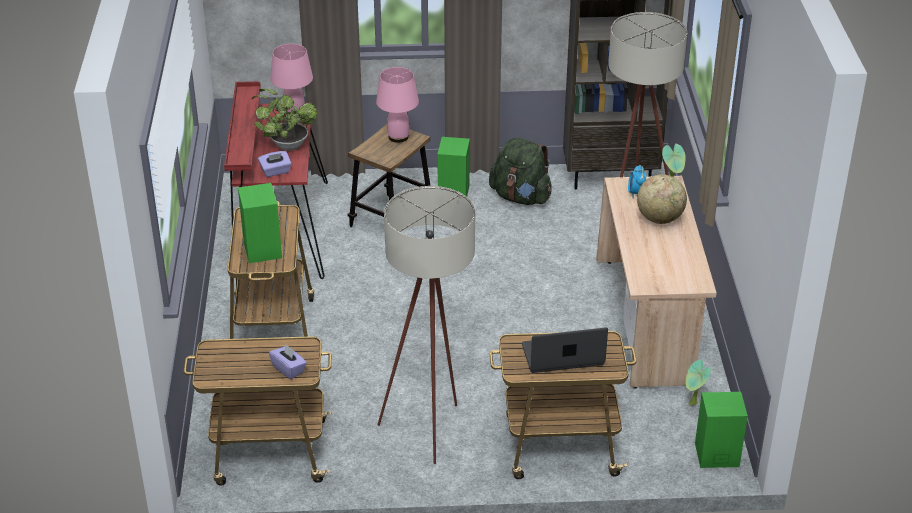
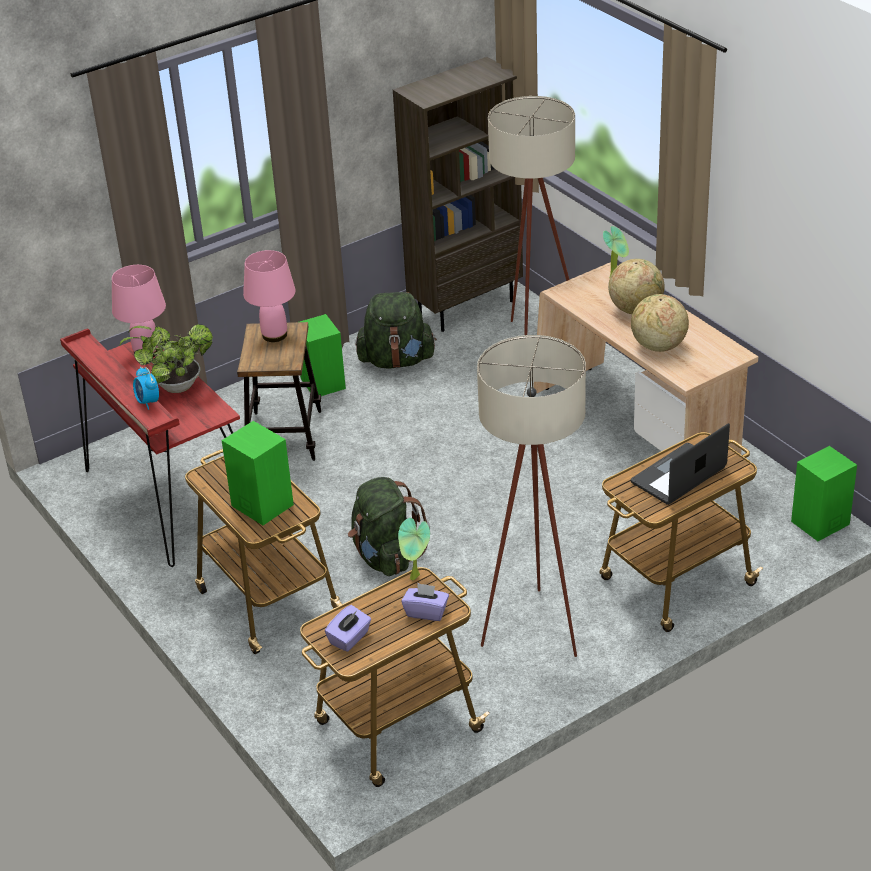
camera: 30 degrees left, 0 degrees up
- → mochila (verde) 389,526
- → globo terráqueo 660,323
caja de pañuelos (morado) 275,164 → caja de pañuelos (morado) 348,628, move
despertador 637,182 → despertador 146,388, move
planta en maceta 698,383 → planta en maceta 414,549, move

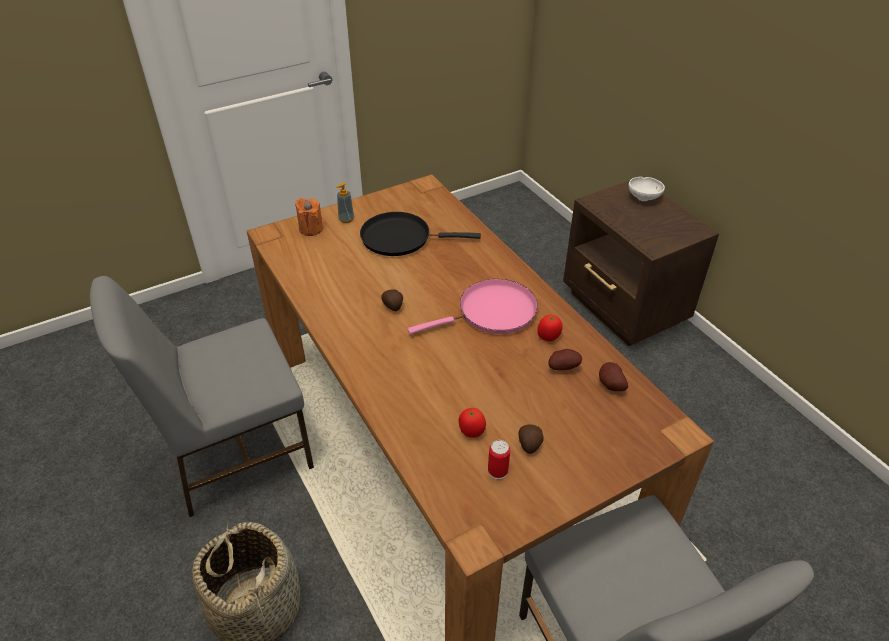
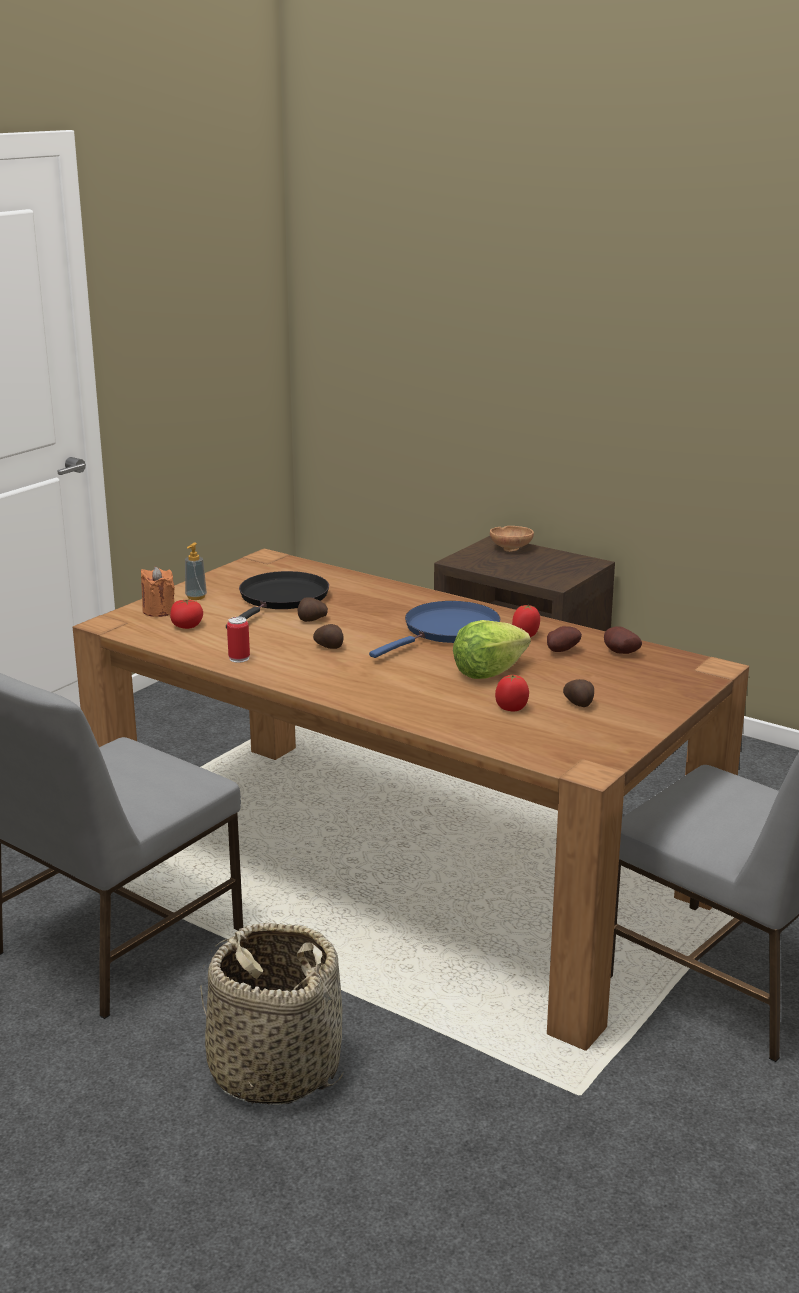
camera: 25 degrees left, 20 degrees down
- → tomate 186,614
- → patata 313,609
- → lechuga 492,649
lata 499,459 → lata 238,640, move
sartén (rosa) 472,306 → sartén (azul) 434,629
cuenco (blanco) 646,189 → cuenco (marrón) 512,539
sartén (negro) 420,234 → sartén (negro) 277,600, 135 degrees clockwise

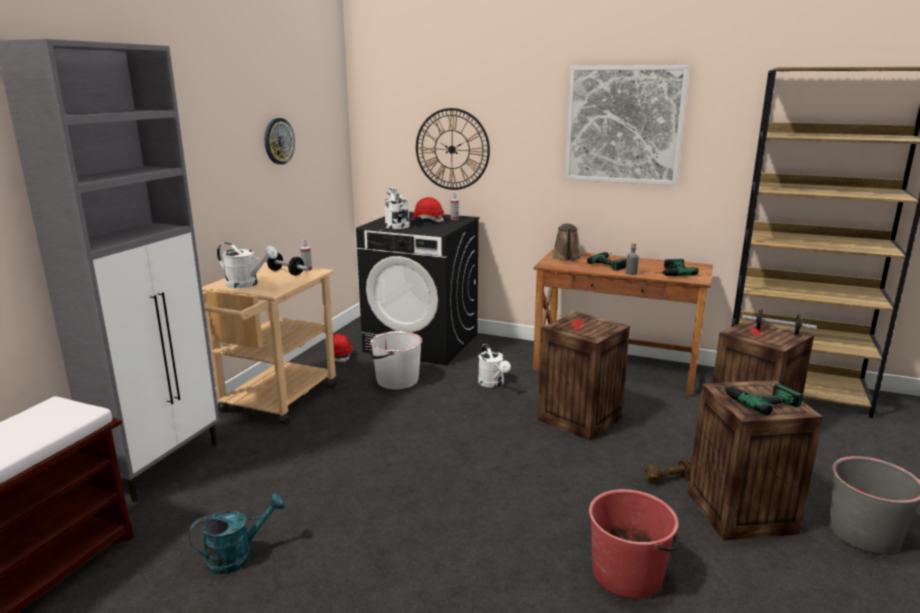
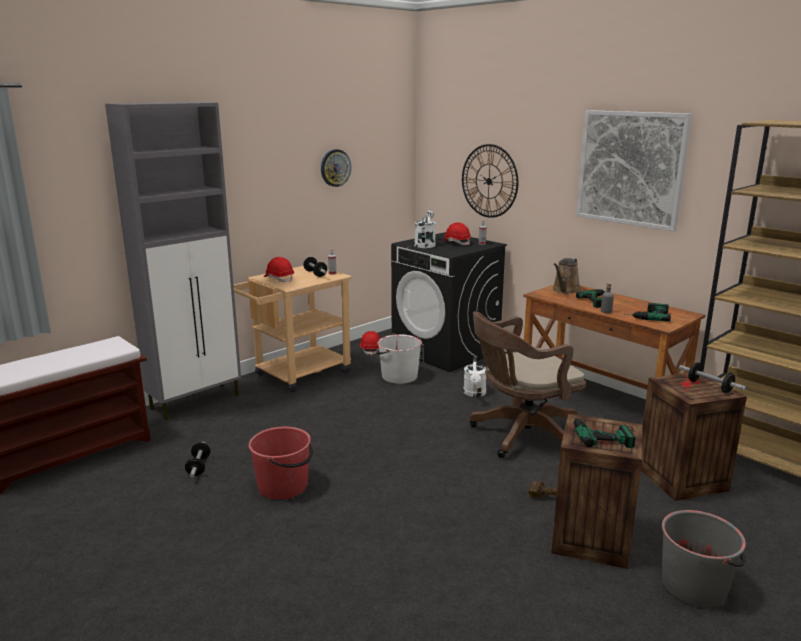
camera: 25 degrees right, 0 degrees up
cubo (rojo) 634,544 → cubo (rojo) 281,463, move
regadera (turquesa) 236,534 → mancuerna 197,460
regadera (blanco) 247,265 → casco (rojo) 279,270
caja de embalaje 584,376 → silla de oficina (marrón) 528,385

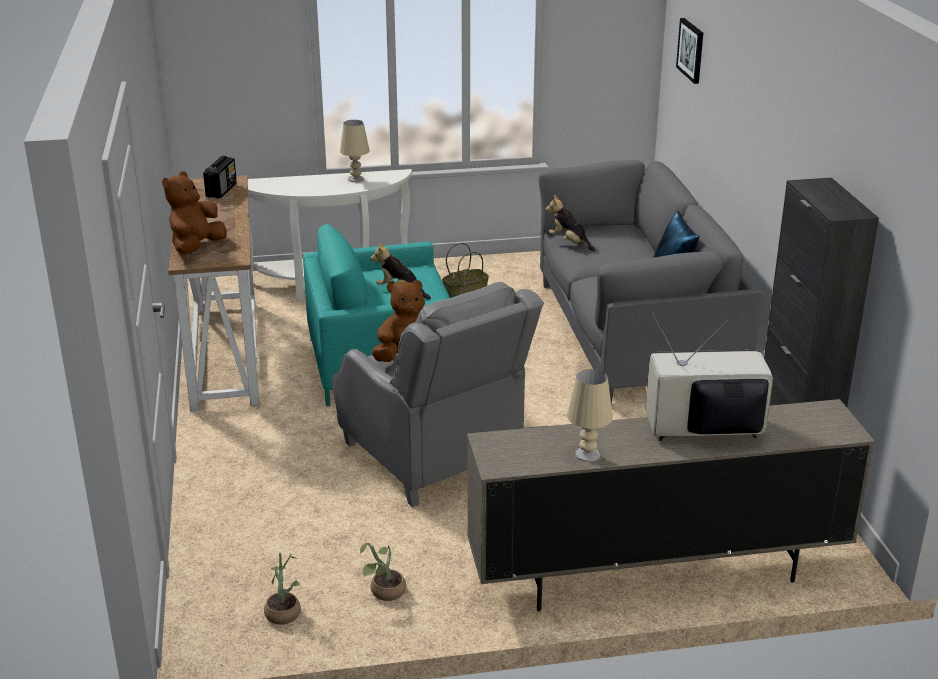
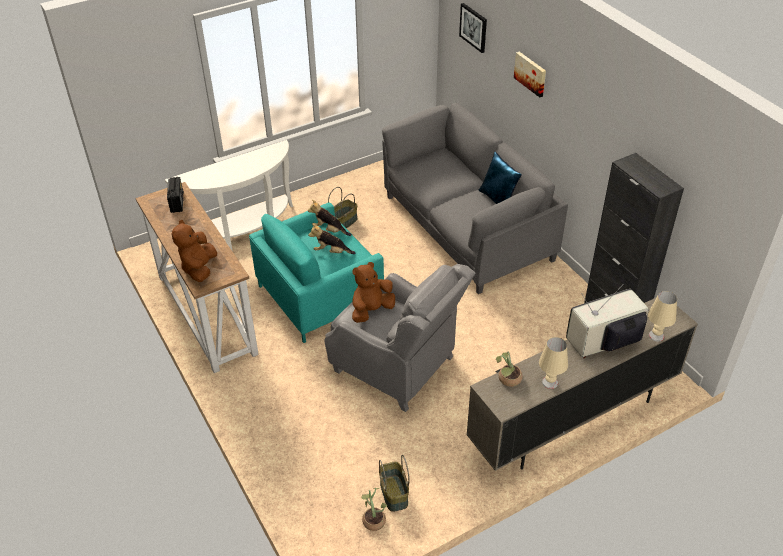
camera: 20 degrees left, 15 degrees up
- → cesta 394,483
- → cuadro 530,74
lámpara de mesa (beis) 355,151 → lámpara de mesa (beis) 662,316, move
planta en maceta 383,572 → planta en maceta 509,369, move
peluche 571,223 → peluche 329,218, move

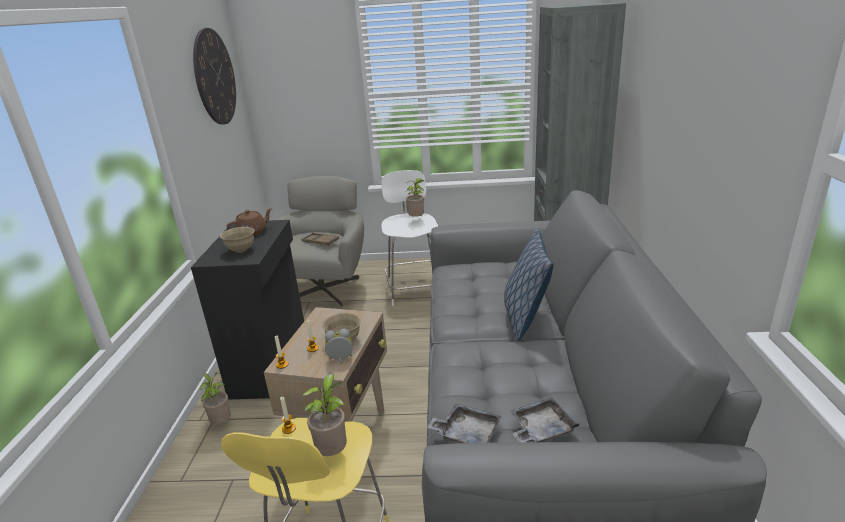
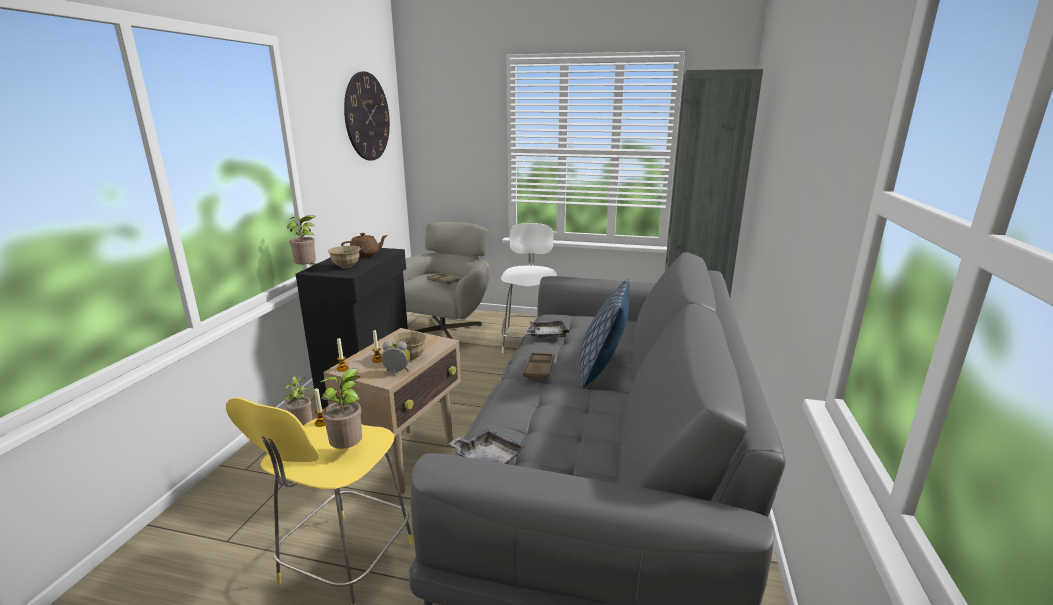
camera: 10 degrees right, 5 degrees down
- → bandeja (marrón) 538,366
planta en maceta 414,197 → planta en maceta 303,240, move
bandeja (gris) 544,420 → bandeja (gris) 546,329, move

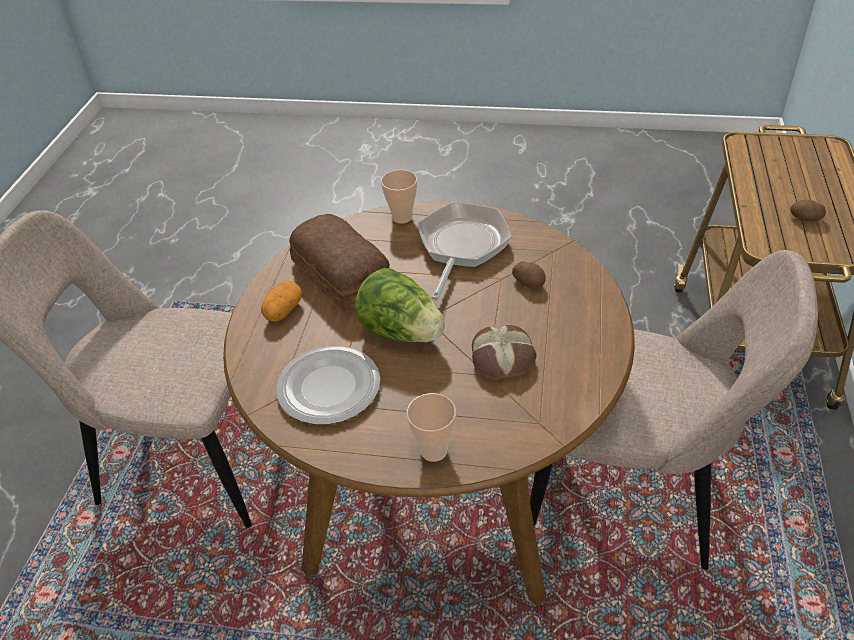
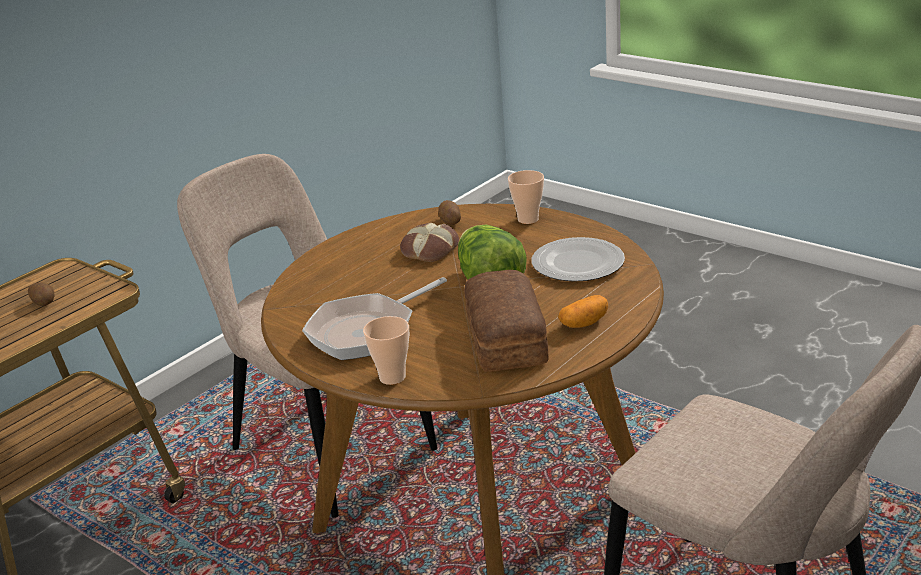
camera: 150 degrees left, 15 degrees down
patata 529,275 → patata 449,212, move

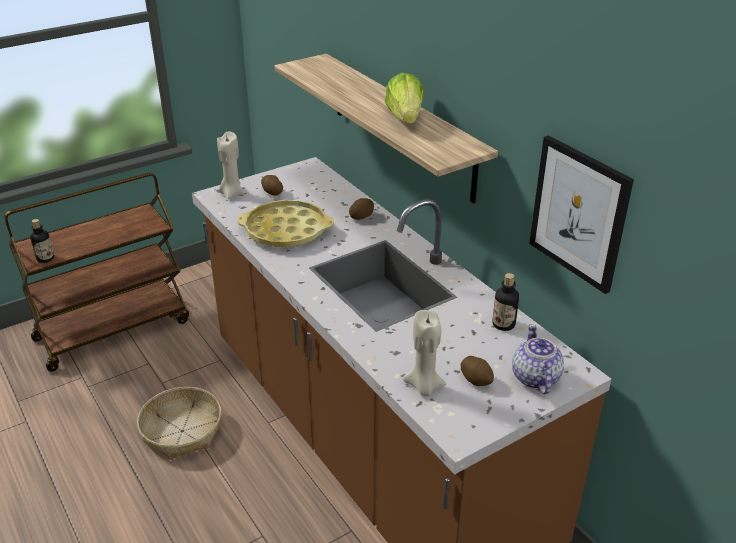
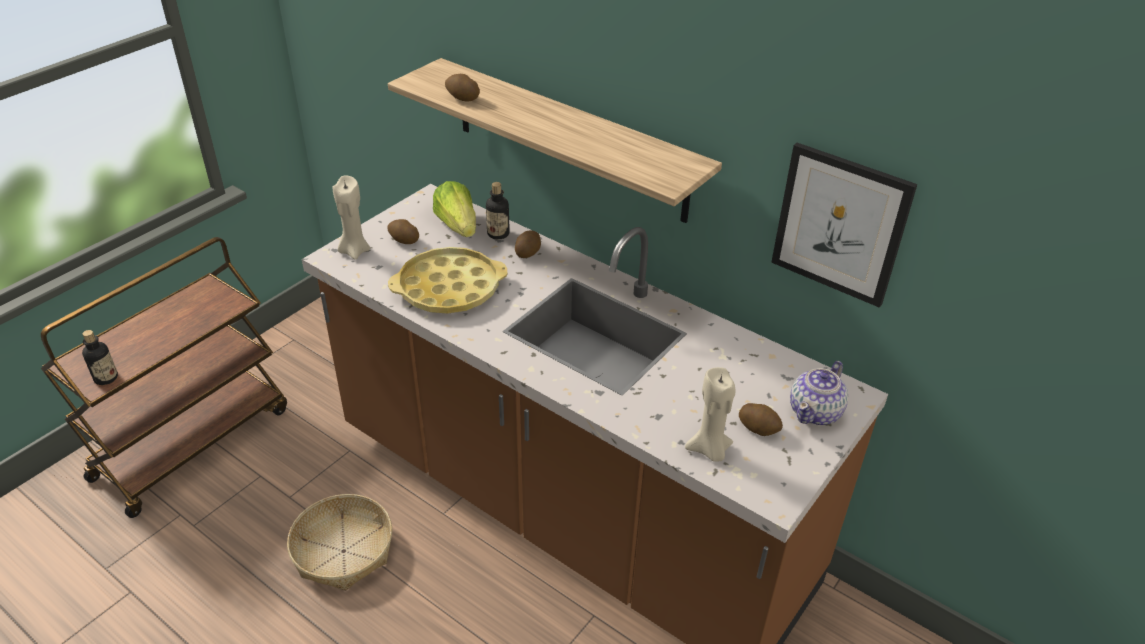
camera: 20 degrees left, 5 degrees up
- → patata 462,88
lechuga 404,98 → lechuga 454,209, move
botella 505,302 → botella 498,210, move
tetera 538,359 → tetera 819,393, 120 degrees counterclockwise

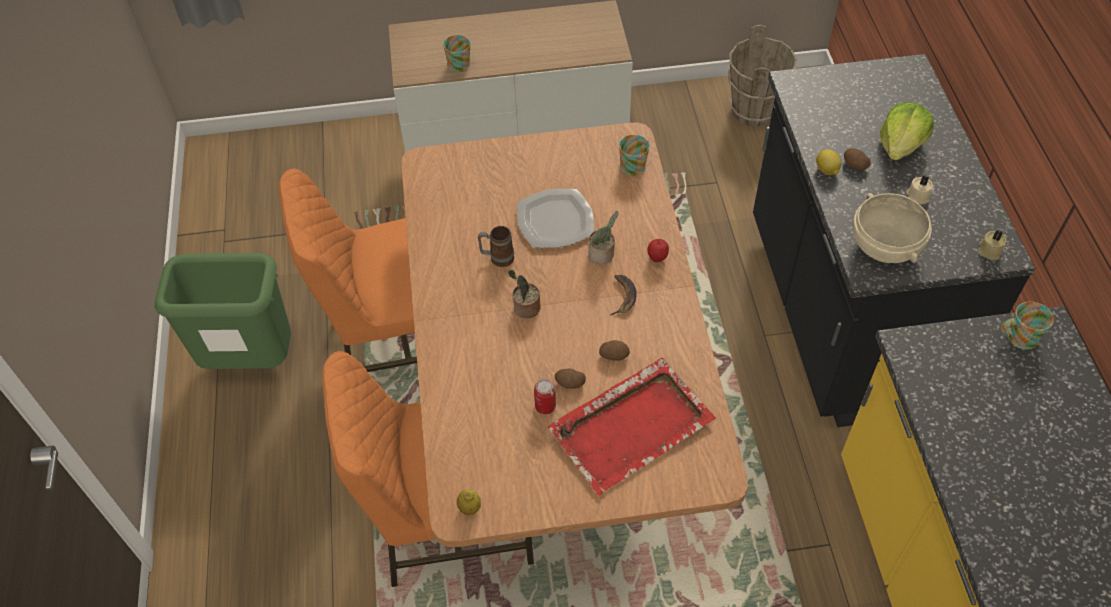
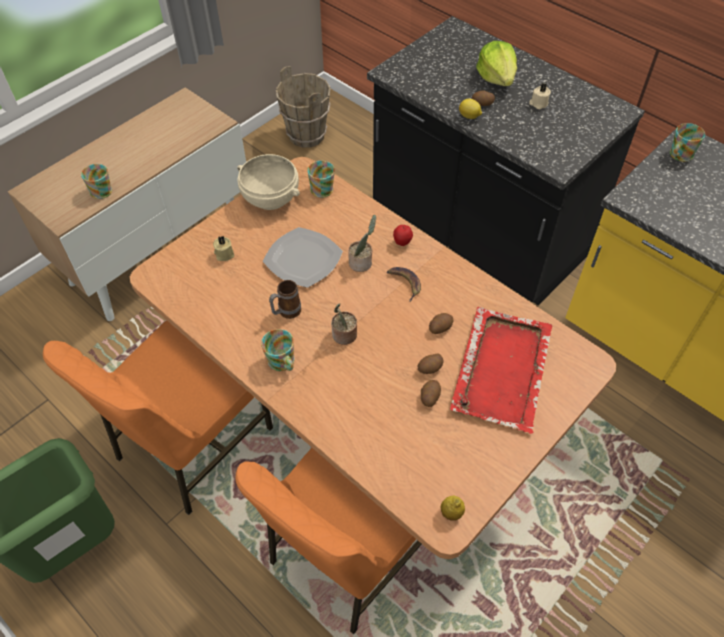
camera: 40 degrees left, 0 degrees up
- → taza grande 278,350
cuenco (beis) 892,228 → cuenco (beis) 268,182, move
vela (beis) 992,244 → vela (beis) 223,248, move
lata 545,396 → patata 431,393

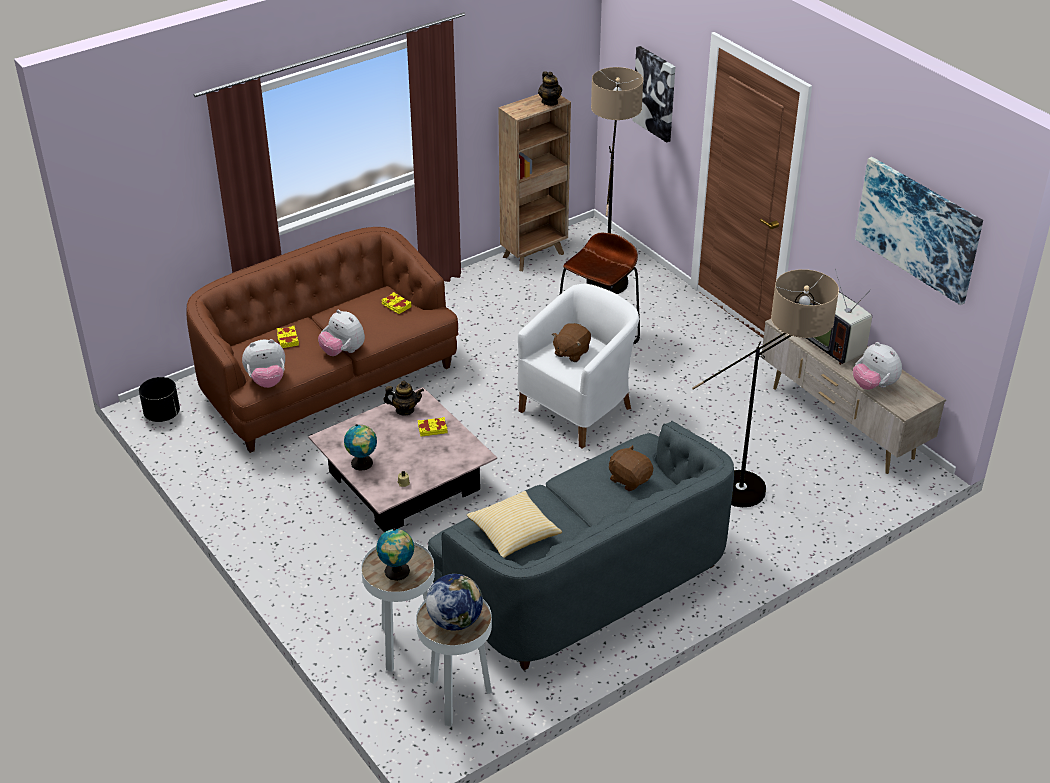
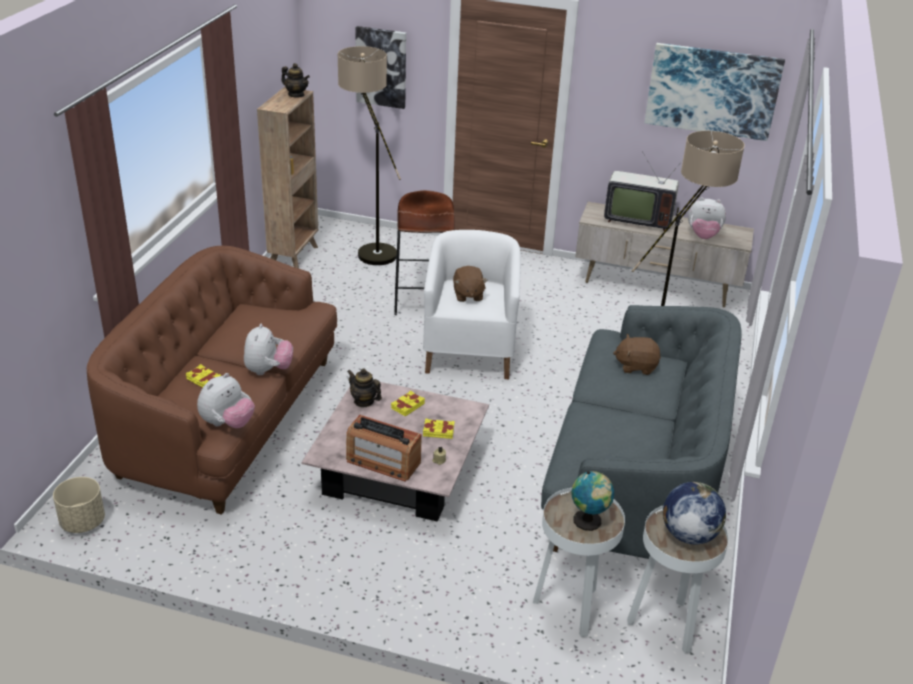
camera: 40 degrees left, 5 degrees down
cojín 514,524 → -
libro (amarillo) 396,303 → libro (amarillo) 439,429, move
globo terráqueo 360,447 → radio 384,448
maceta (negro) 159,399 → maceta (beis) 79,505
peluche 341,333 → peluche 268,349, 90 degrees counterclockwise
tetera 403,398 → tetera 364,388, 105 degrees counterclockwise

